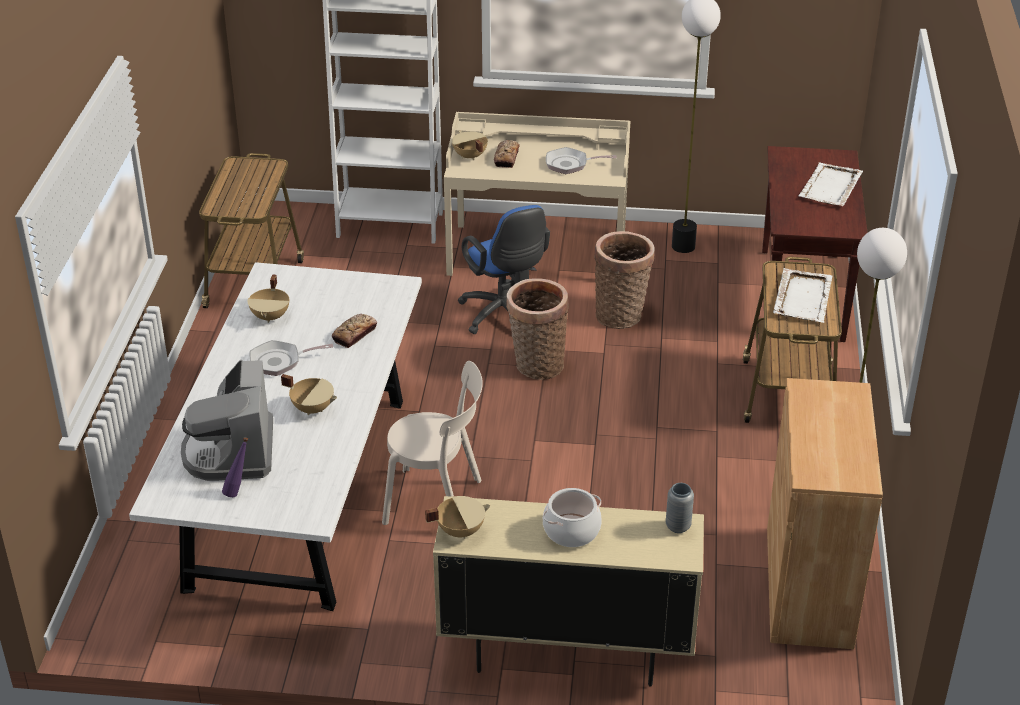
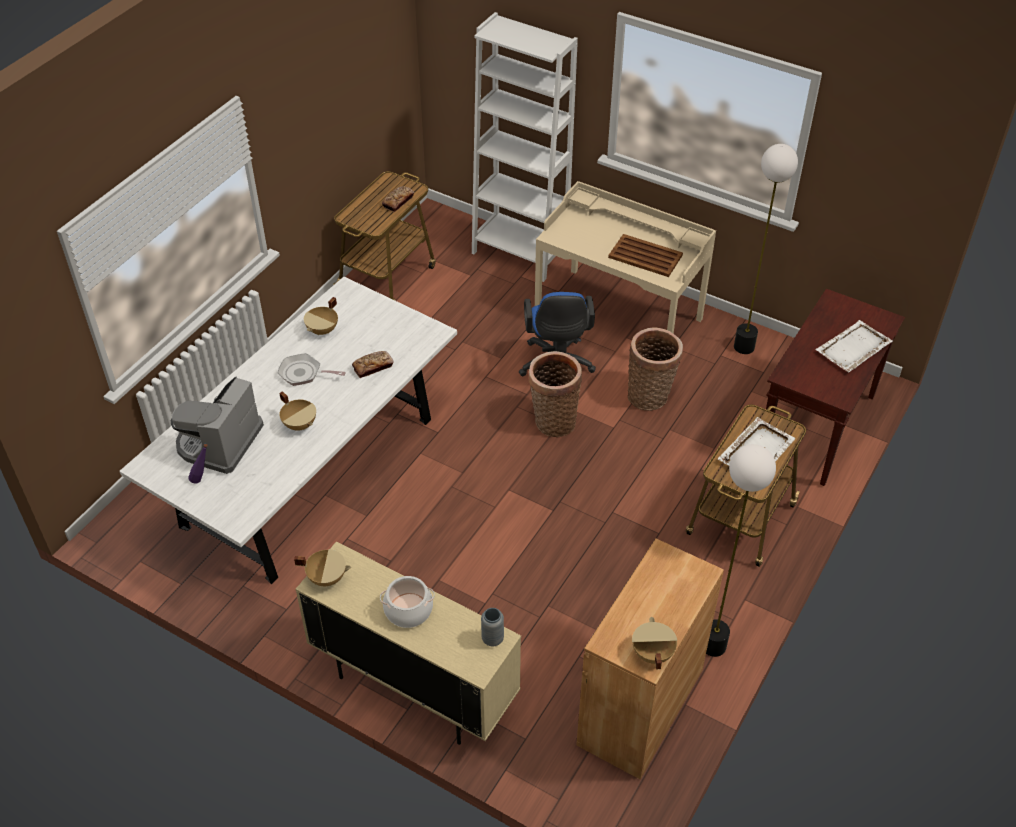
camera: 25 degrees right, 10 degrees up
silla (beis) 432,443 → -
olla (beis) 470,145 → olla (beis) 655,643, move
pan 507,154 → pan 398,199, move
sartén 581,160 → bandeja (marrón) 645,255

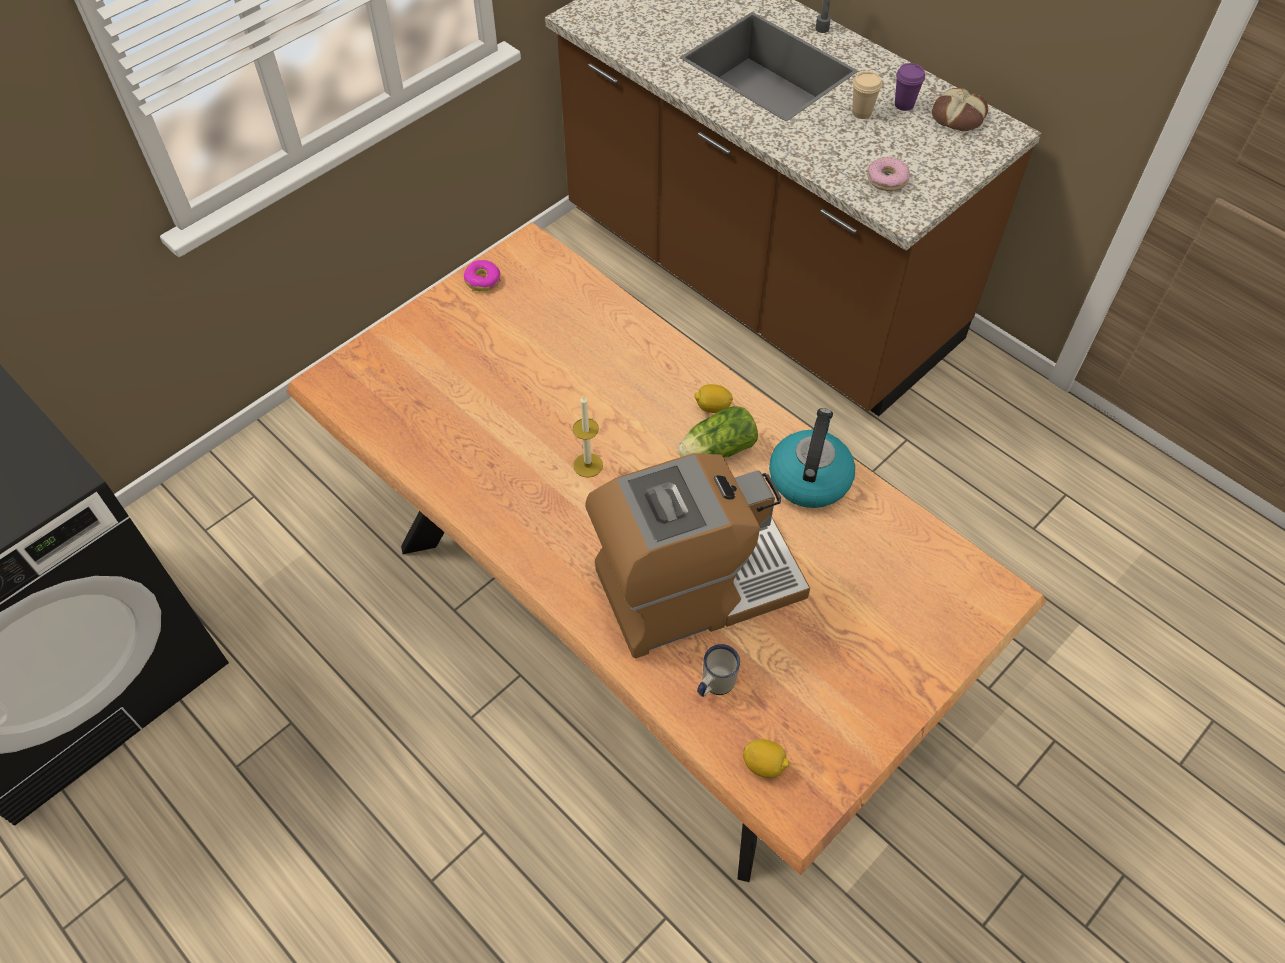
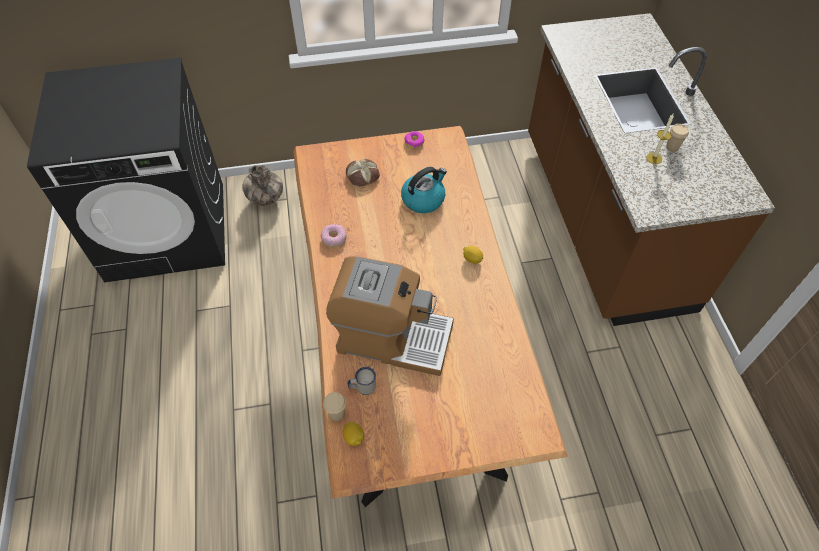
camera: 35 degrees right, 0 degrees up
lechuga 718,432 → -
taza (morado) 910,87 → -
- → florero 262,185
- → taza (beis) 334,406
vela 588,436 → vela 660,139, move
hervidor 812,458 → hervidor 424,190, move
rosquilla 889,174 → rosquilla 334,235, move
pan 960,110 → pan 363,172, move

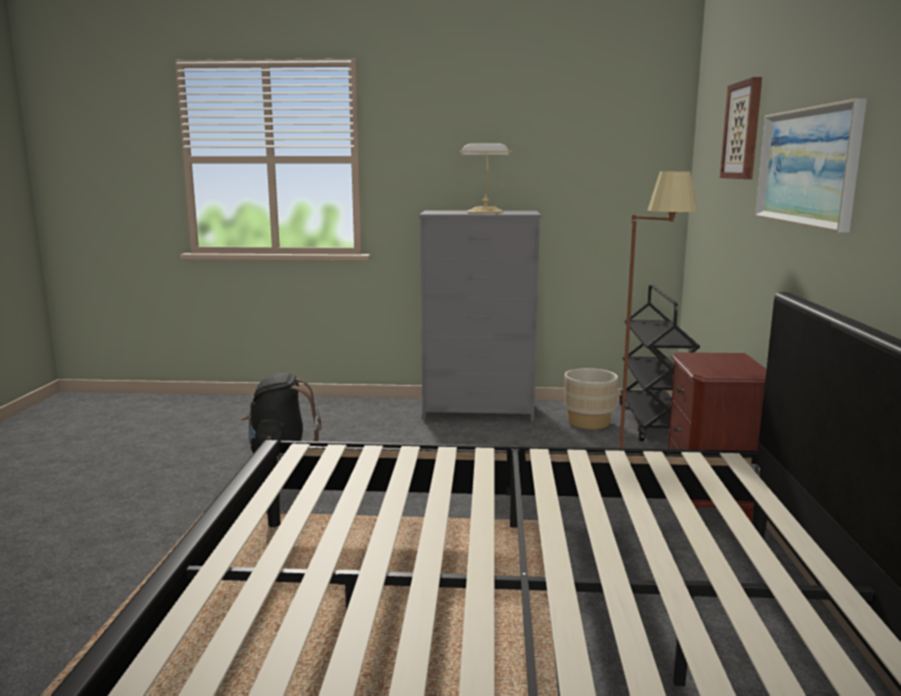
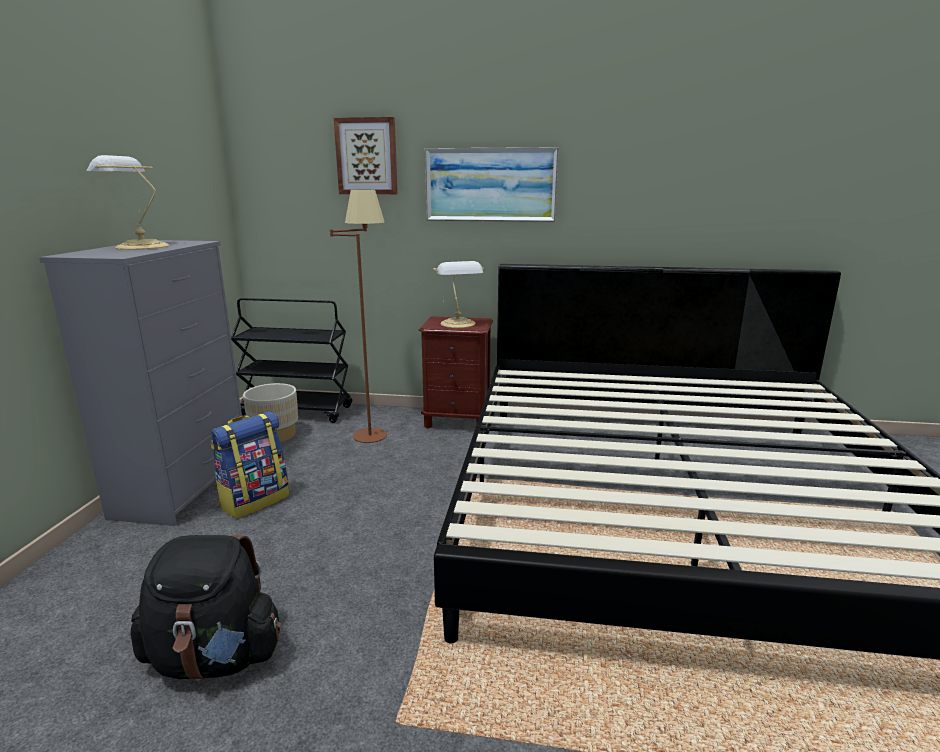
camera: 85 degrees left, 5 degrees up
- → mochila 250,465
- → lámpara de mesa 458,294

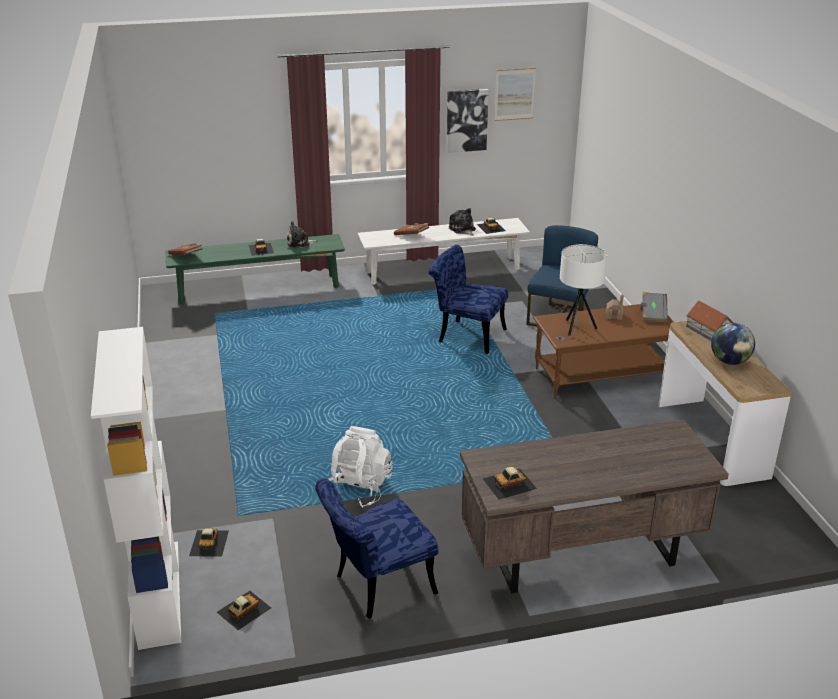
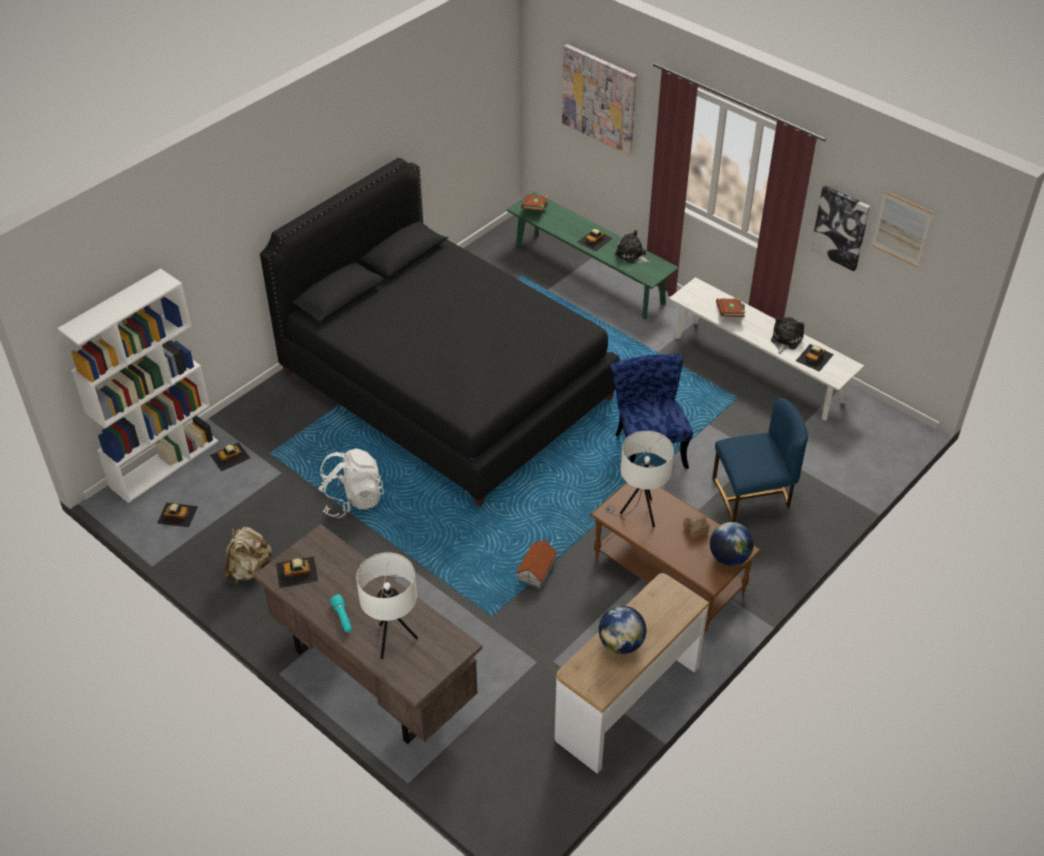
camera: 55 degrees right, 15 degrees up
- → cama (negro) 440,332
- → linterna (turquesa) 341,613
- → lámpara de mesa (blanco) 387,605
- → cuadro 599,99
casita 709,321 → casita 536,564, move
silla (azul) 377,548 → mochila (beis) 248,555
libro (gris) 654,307 → globo terráqueo 732,544
coche de juguete 510,483 → coche de juguete 297,572, 45 degrees counterclockwise

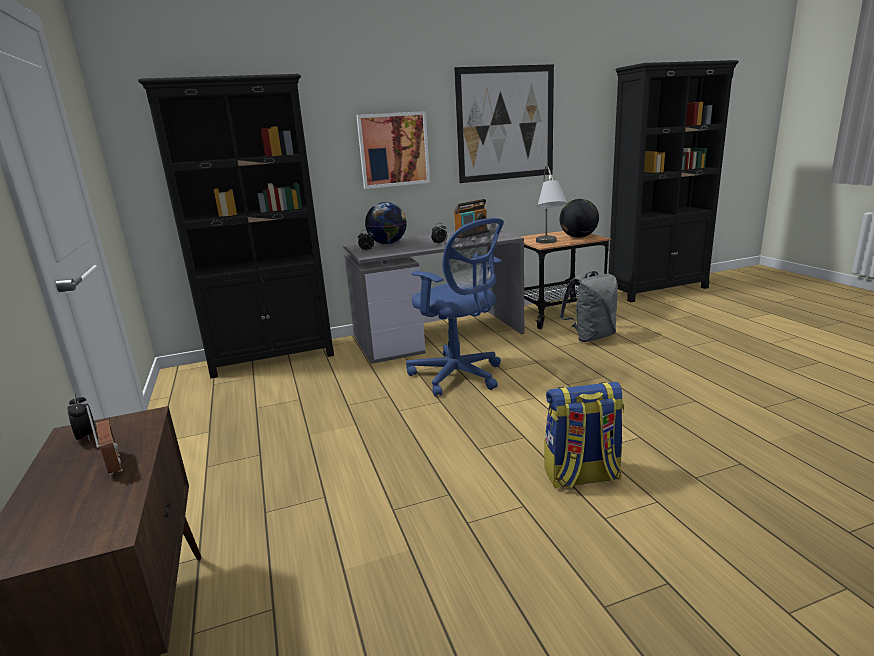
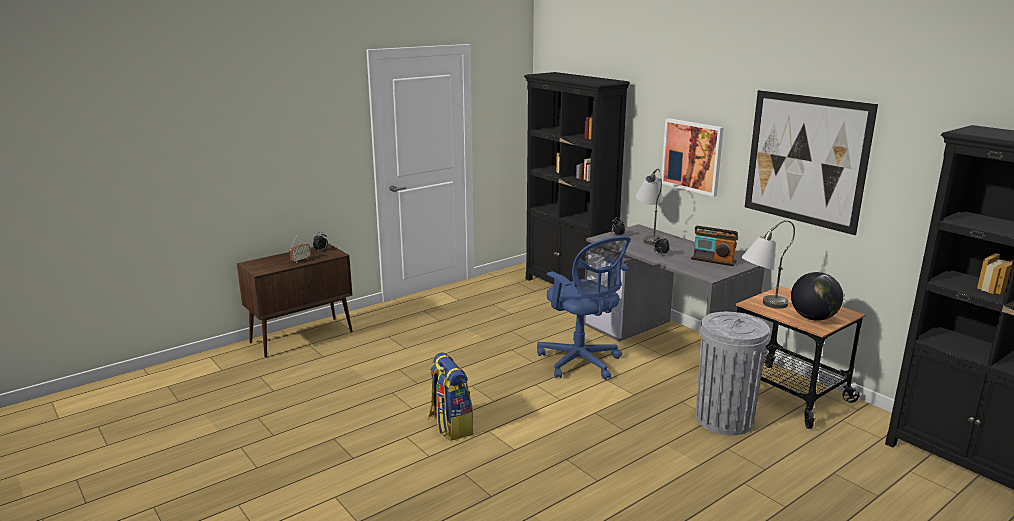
camera: 70 degrees right, 0 degrees up
globo terráqueo 386,223 → lámpara de mesa (gris) 650,207
mochila (gris) 588,306 → papelera (gris) 733,373
silla de oficina (azul) 455,307 → silla de oficina (azul) 584,308, 60 degrees counterclockwise

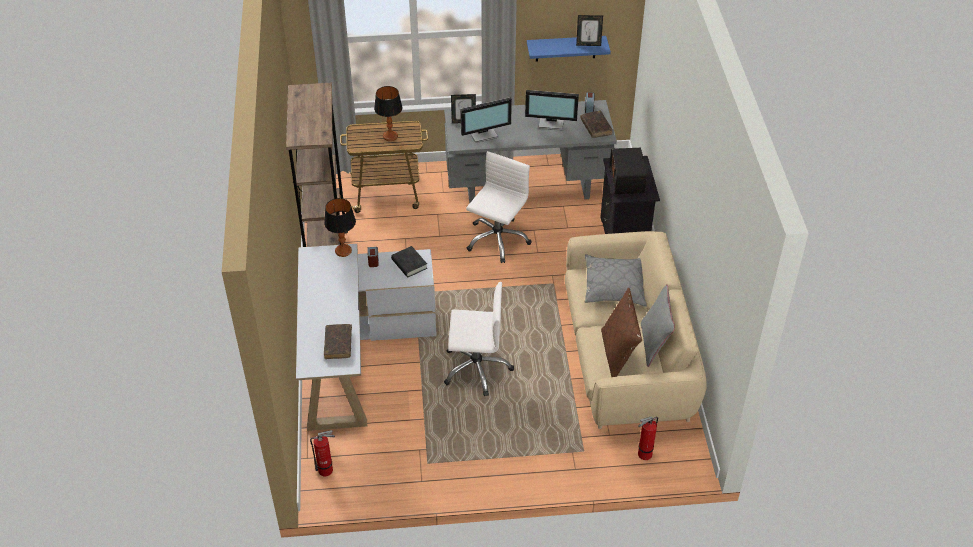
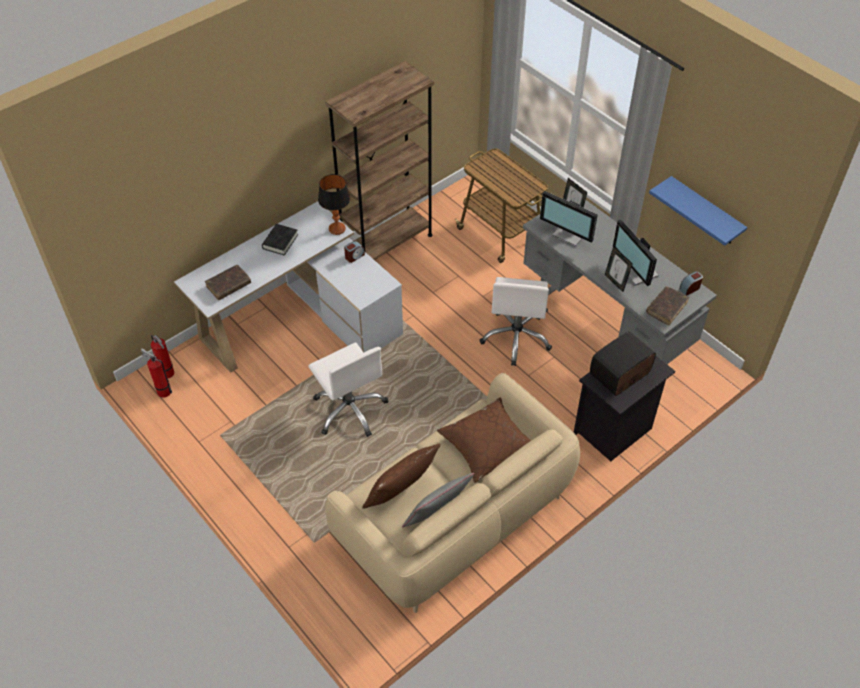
camera: 55 degrees right, 5 degrees up
lámpara de mesa 388,113 → -
libro (negro) 409,261 → libro (negro) 280,239, move
portarretratos 589,30 → portarretratos 619,269, move
extintor 648,438 → extintor 156,373, move
cojín (gris) 616,280 → cojín (marrón) 484,440
silla de oficina (blanco) 499,207 → silla de oficina (blanco) 516,321, 105 degrees clockwise

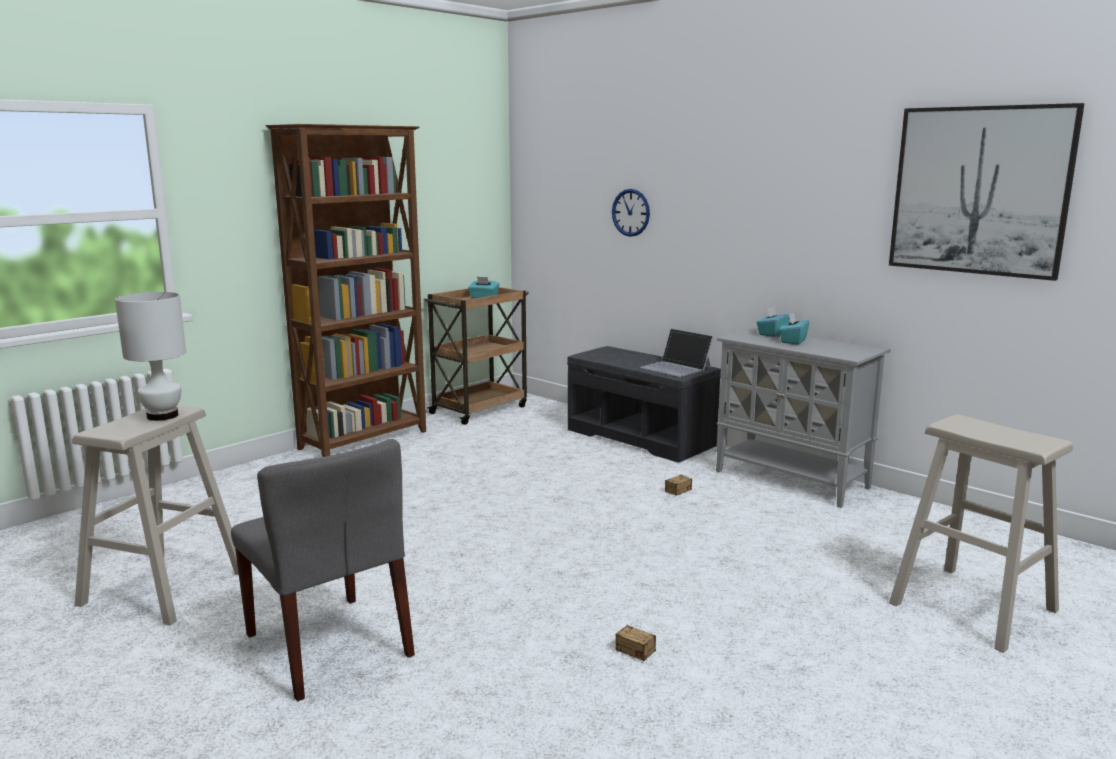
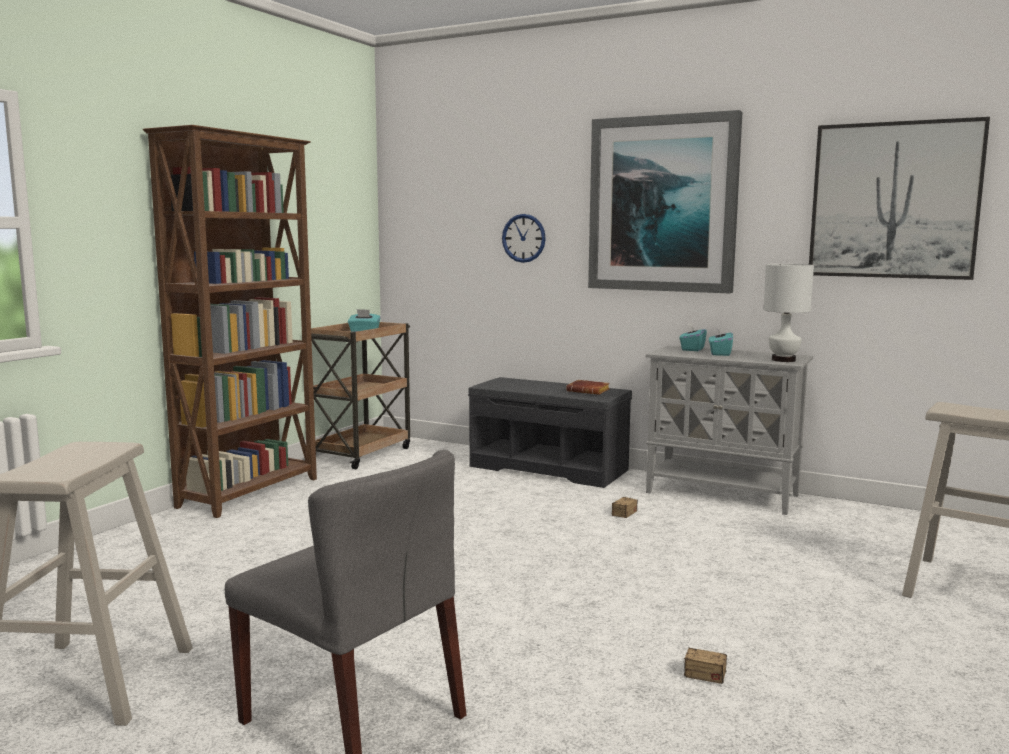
camera: 15 degrees left, 5 degrees down
- → cuadro 665,202
lámpara de mesa (blanco) 150,356 → lámpara de mesa (blanco) 788,313, move
portátil 677,352 → libro (marrón) 588,387

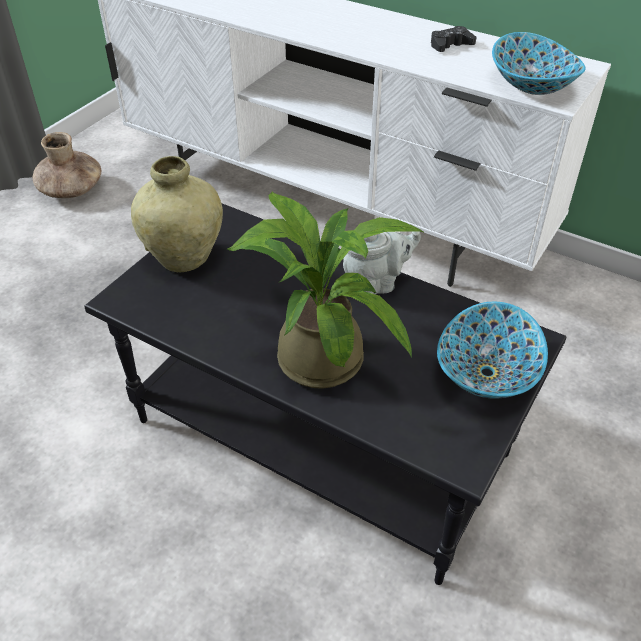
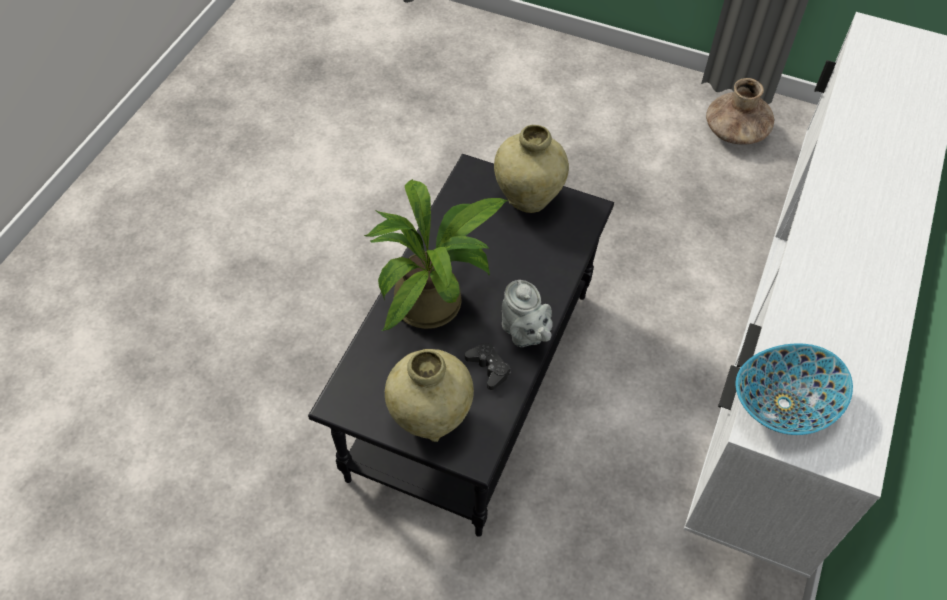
camera: 80 degrees right, 10 degrees up
mando de consola (negro) 454,39 → mando de consola (negro) 487,366, move
cuenco 492,350 → florero (beis) 429,395

